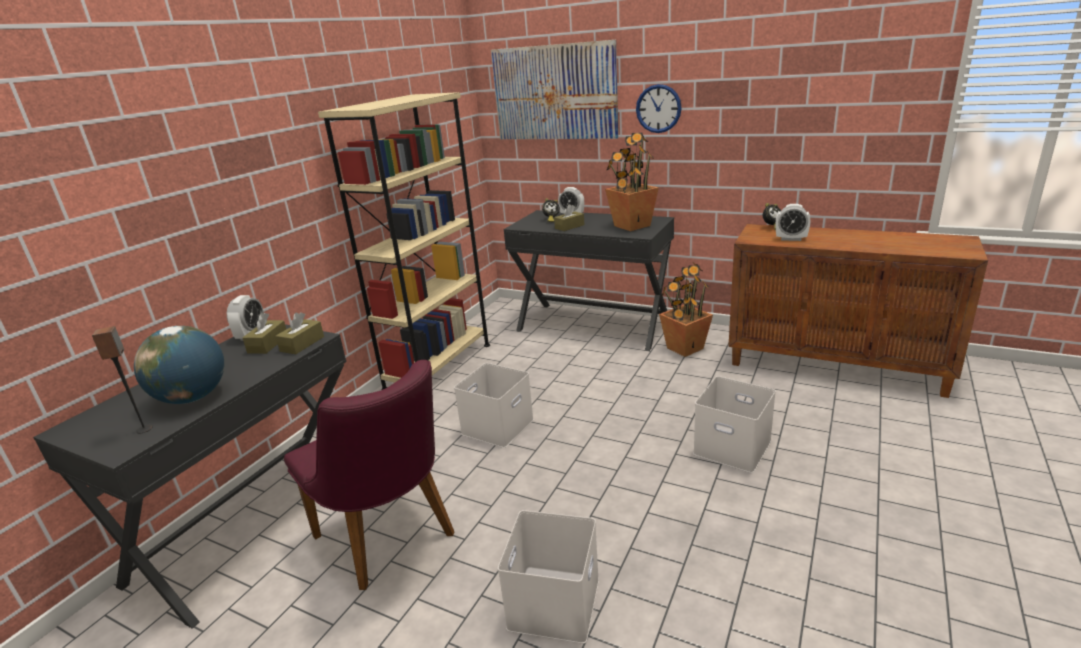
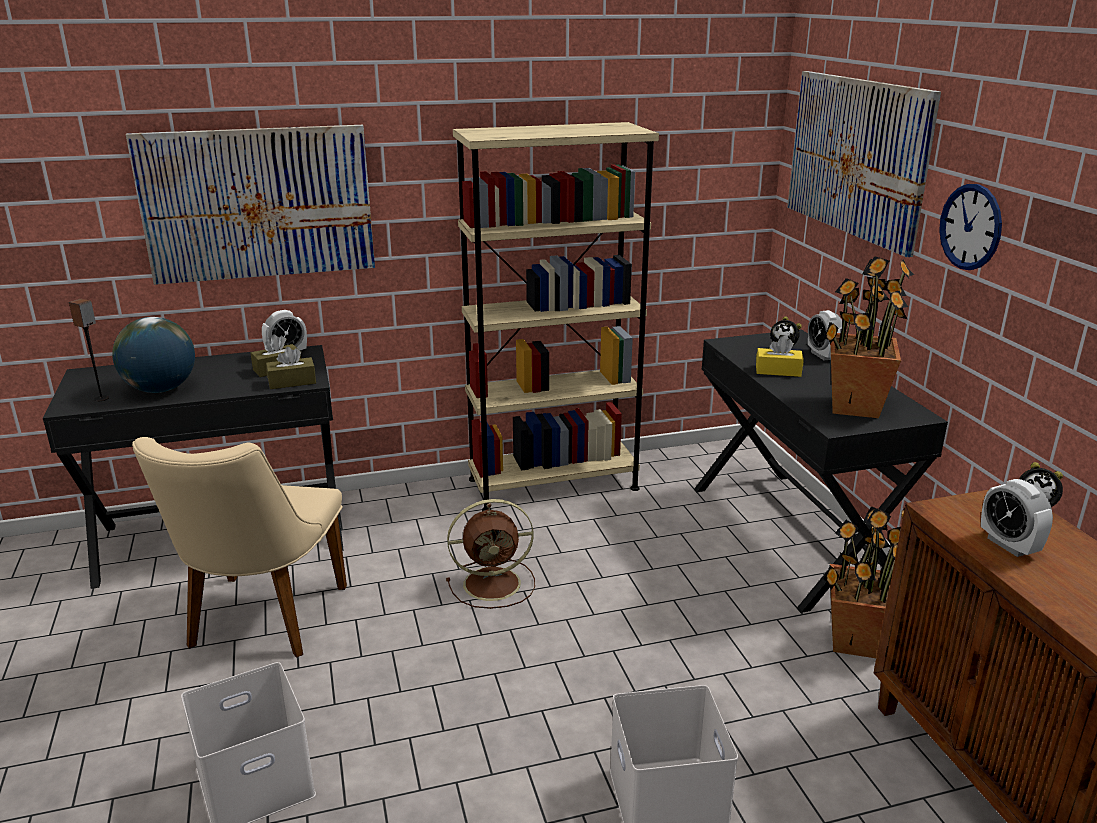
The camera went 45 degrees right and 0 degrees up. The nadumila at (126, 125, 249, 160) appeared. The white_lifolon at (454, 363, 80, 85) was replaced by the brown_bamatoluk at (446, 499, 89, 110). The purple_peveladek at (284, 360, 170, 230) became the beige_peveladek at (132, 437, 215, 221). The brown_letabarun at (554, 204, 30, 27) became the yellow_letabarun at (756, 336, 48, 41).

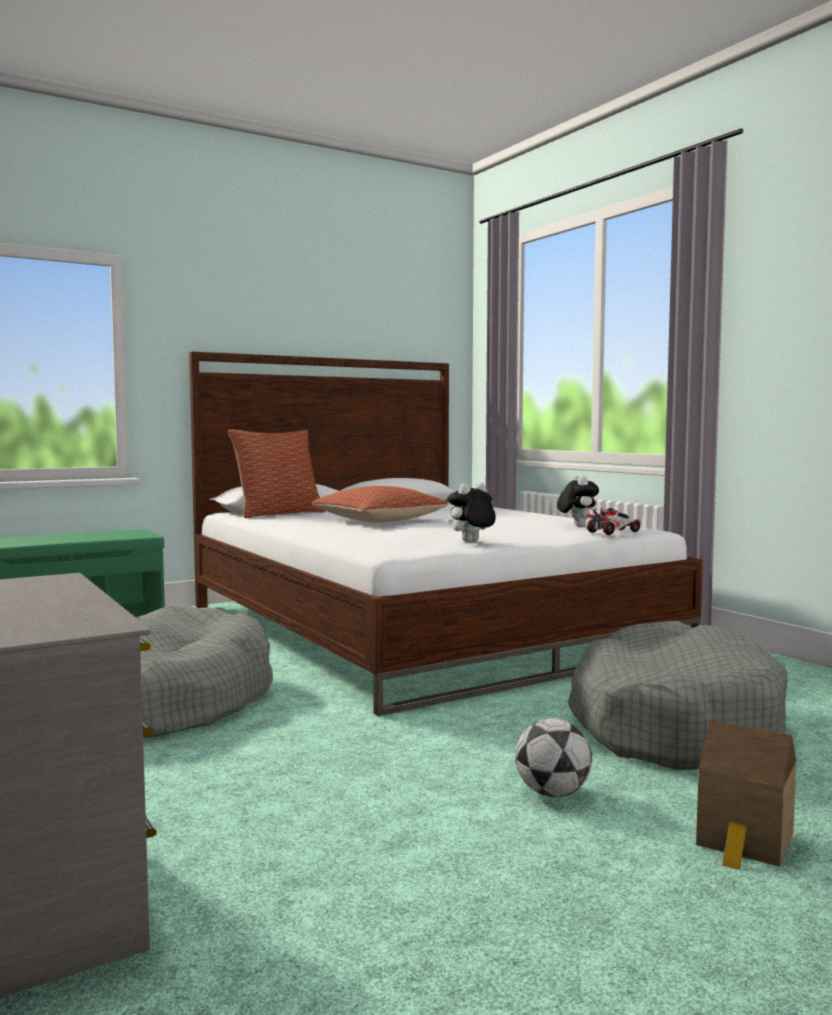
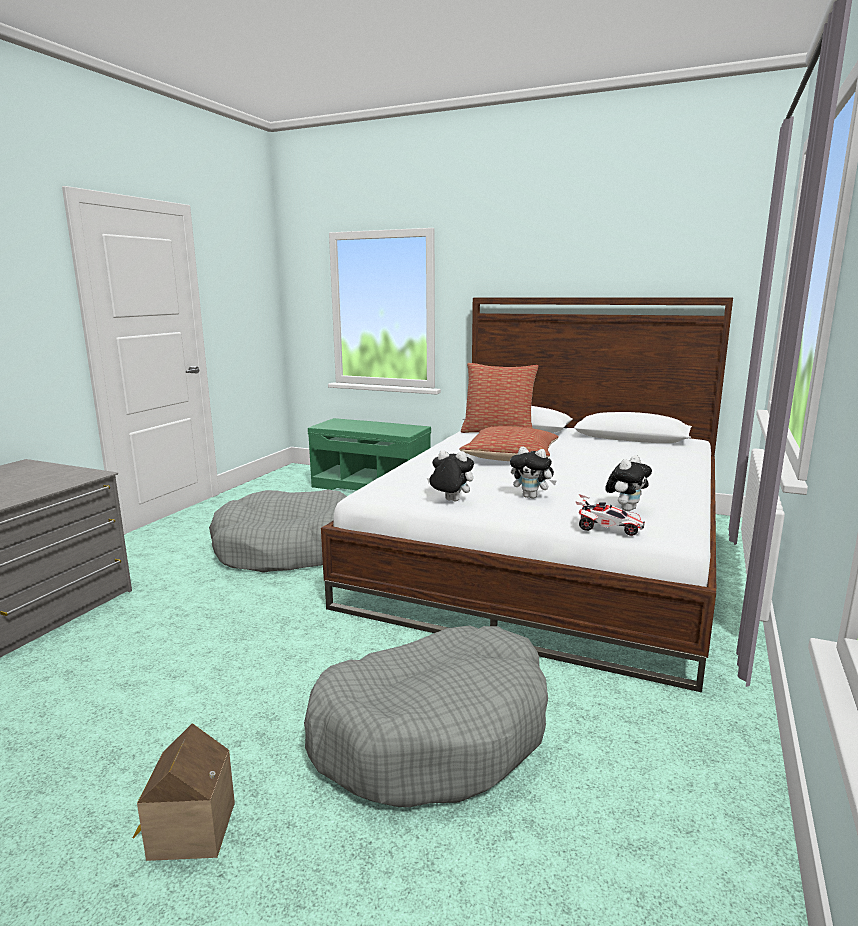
The camera went 55 degrees right and 10 degrees up. The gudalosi at (515, 718, 77, 79) disappeared. The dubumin at (510, 447, 47, 52) appeared.

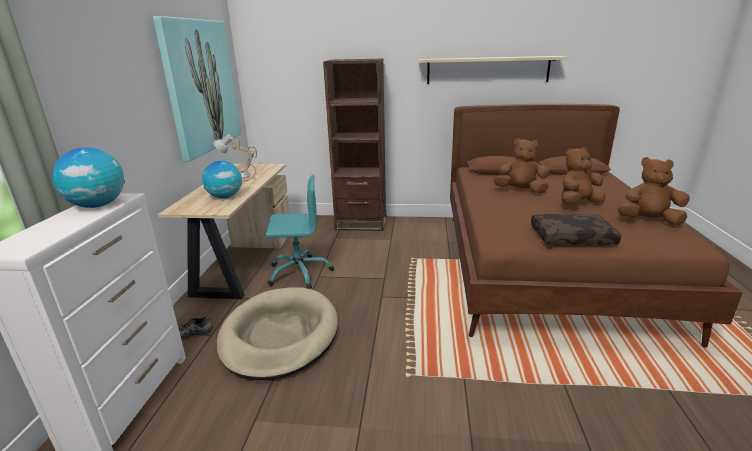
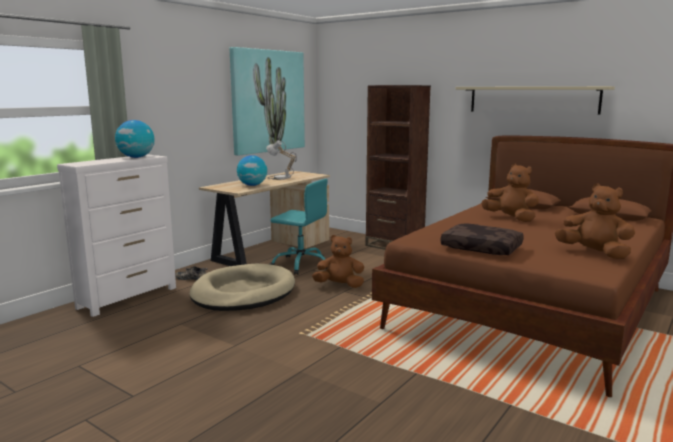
The camera went 30 degrees right and 10 degrees down. The brown_dubumin moved from (561, 147, 44, 58) to (312, 235, 52, 53).

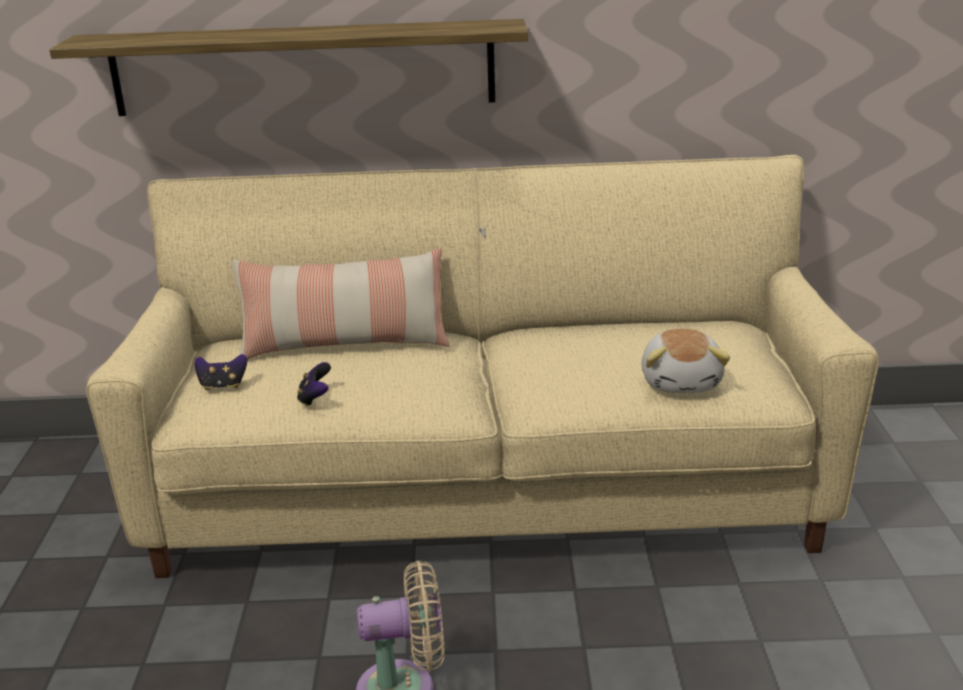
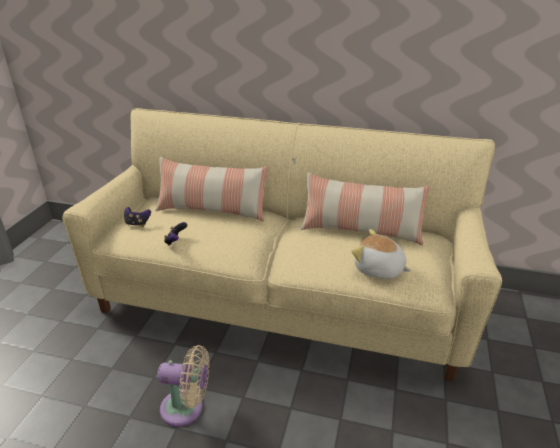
The camera went 15 degrees right and 5 degrees up. The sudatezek at (49, 19, 479, 97) disappeared. The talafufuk at (301, 172, 129, 73) appeared. The dubumin at (641, 329, 89, 64) turned 105 degrees clockwise.

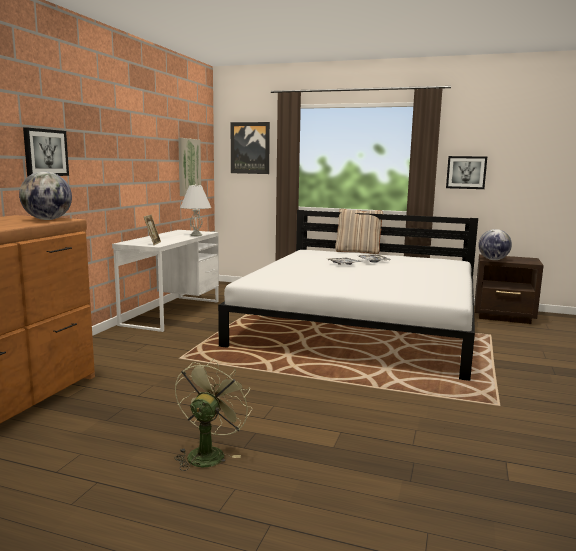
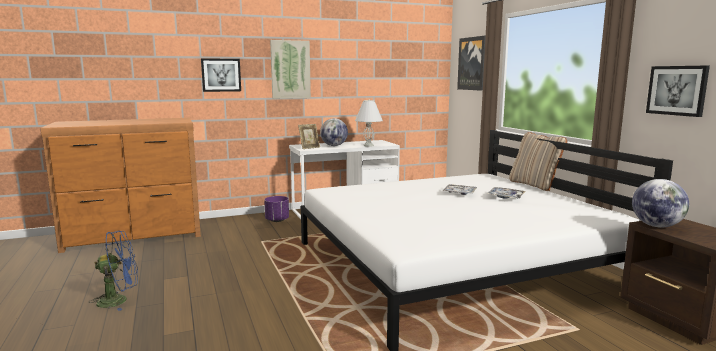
The camera went 50 degrees right and 0 degrees up. The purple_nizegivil at (264, 196, 25, 26) appeared. The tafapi moved from (19, 171, 53, 49) to (320, 118, 28, 28). The nadumila moved from (178, 138, 23, 58) to (270, 40, 41, 59). The green_bamatoluk at (174, 359, 78, 112) became the blue_bamatoluk at (88, 231, 50, 80).

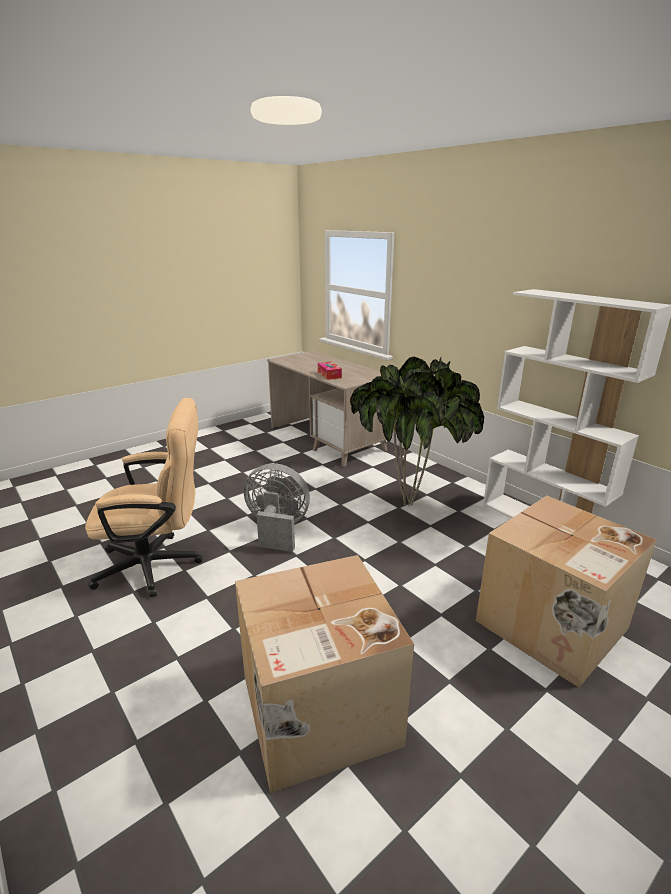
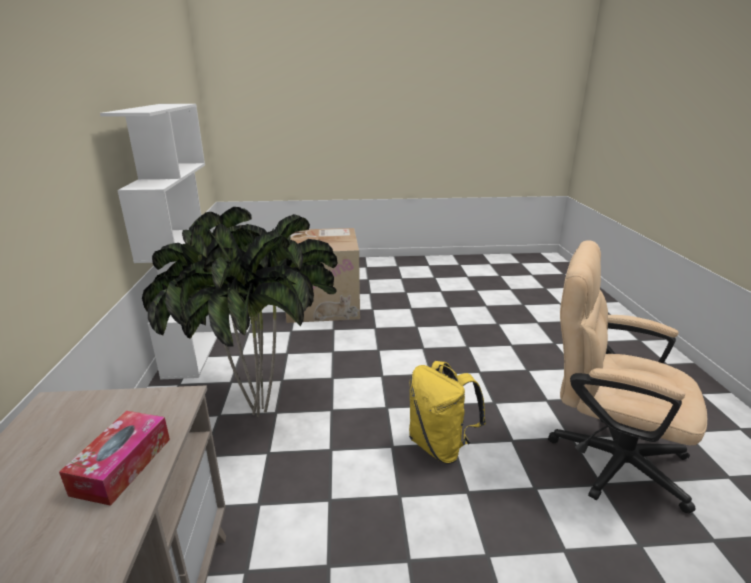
The camera went 145 degrees left and 0 degrees up. The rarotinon at (235, 555, 179, 238) disappeared. The grey_bamatoluk at (244, 463, 66, 89) was replaced by the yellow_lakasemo at (409, 361, 77, 103).

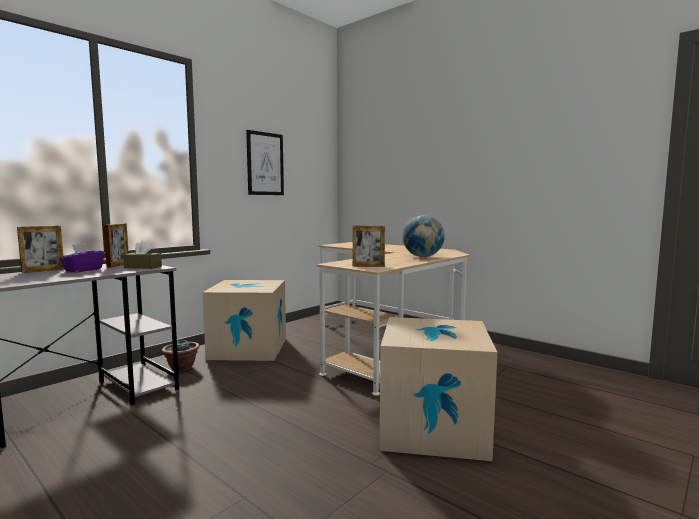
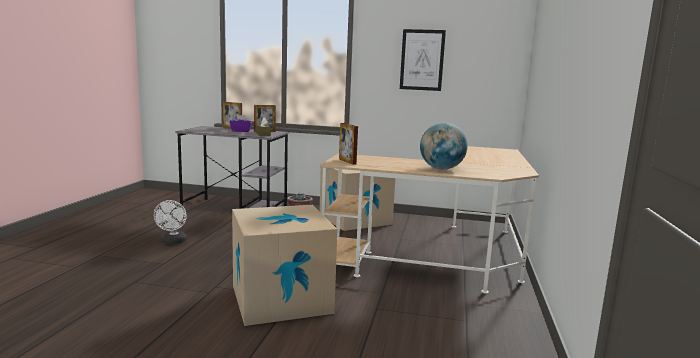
The camera went 60 degrees right and 5 degrees up. The white_bamatoluk at (154, 200, 33, 44) appeared.

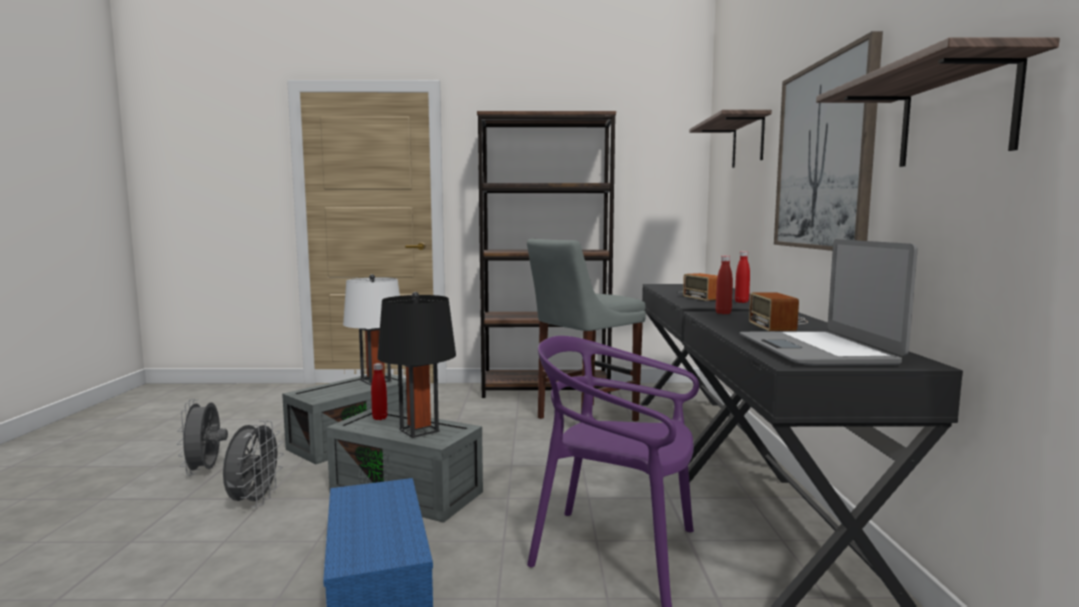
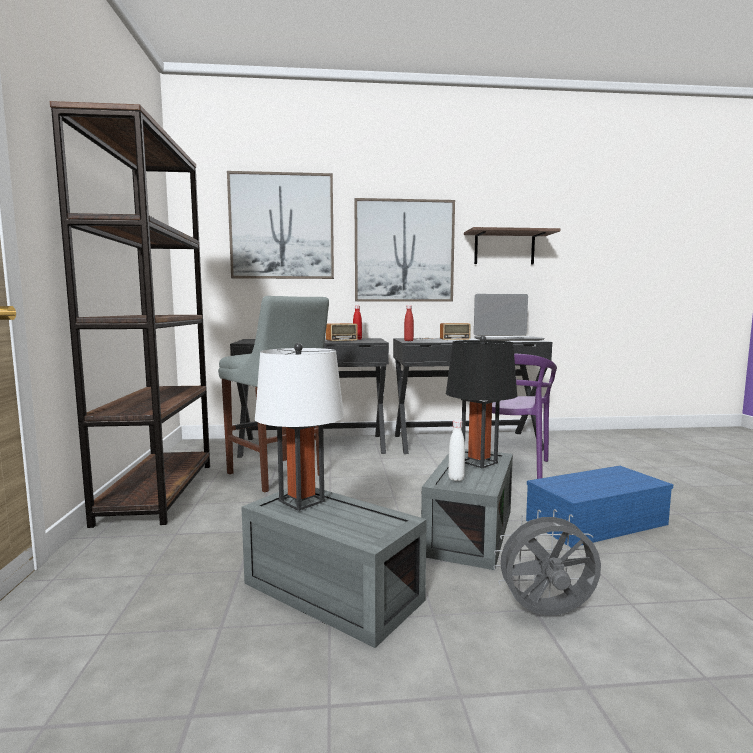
The camera went 95 degrees left and 0 degrees up. The grey_bamatoluk at (177, 399, 51, 77) disappeared. The sudatezek at (689, 110, 83, 58) was replaced by the nadumila at (227, 171, 107, 108). The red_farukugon at (371, 363, 17, 57) became the white_farukugon at (448, 420, 17, 61).

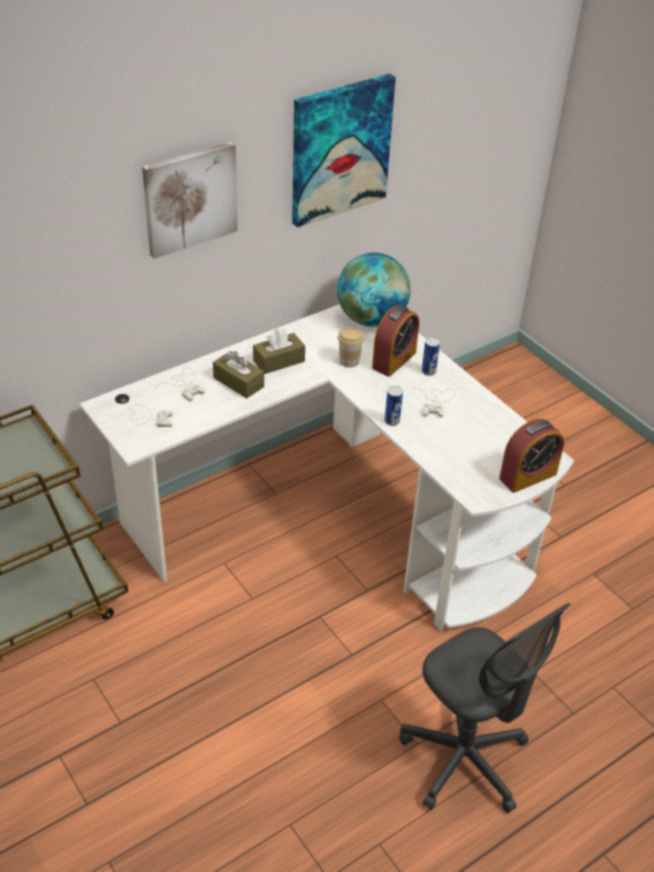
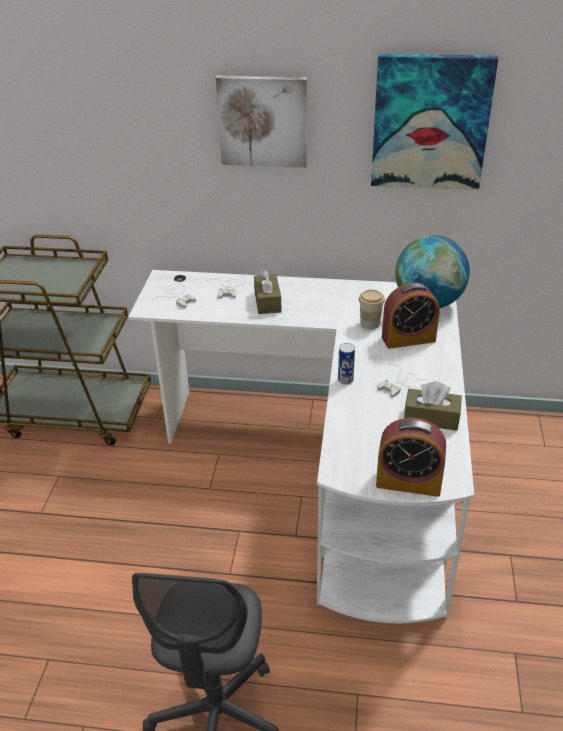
The camera went 45 degrees right and 5 degrees down. The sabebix at (422, 337, 18, 39) disappeared. The brown_letabarun moved from (253, 328, 52, 46) to (404, 381, 58, 50).

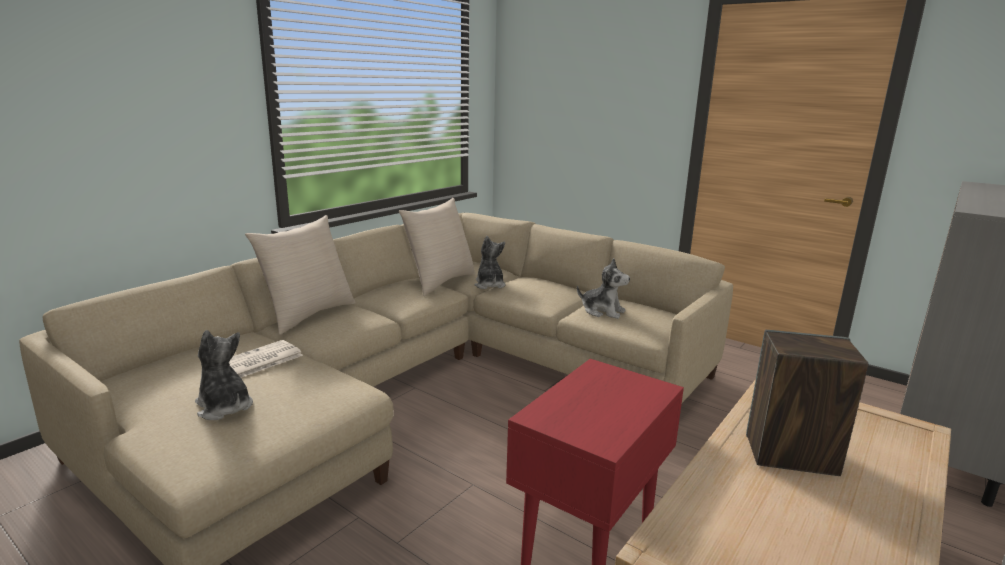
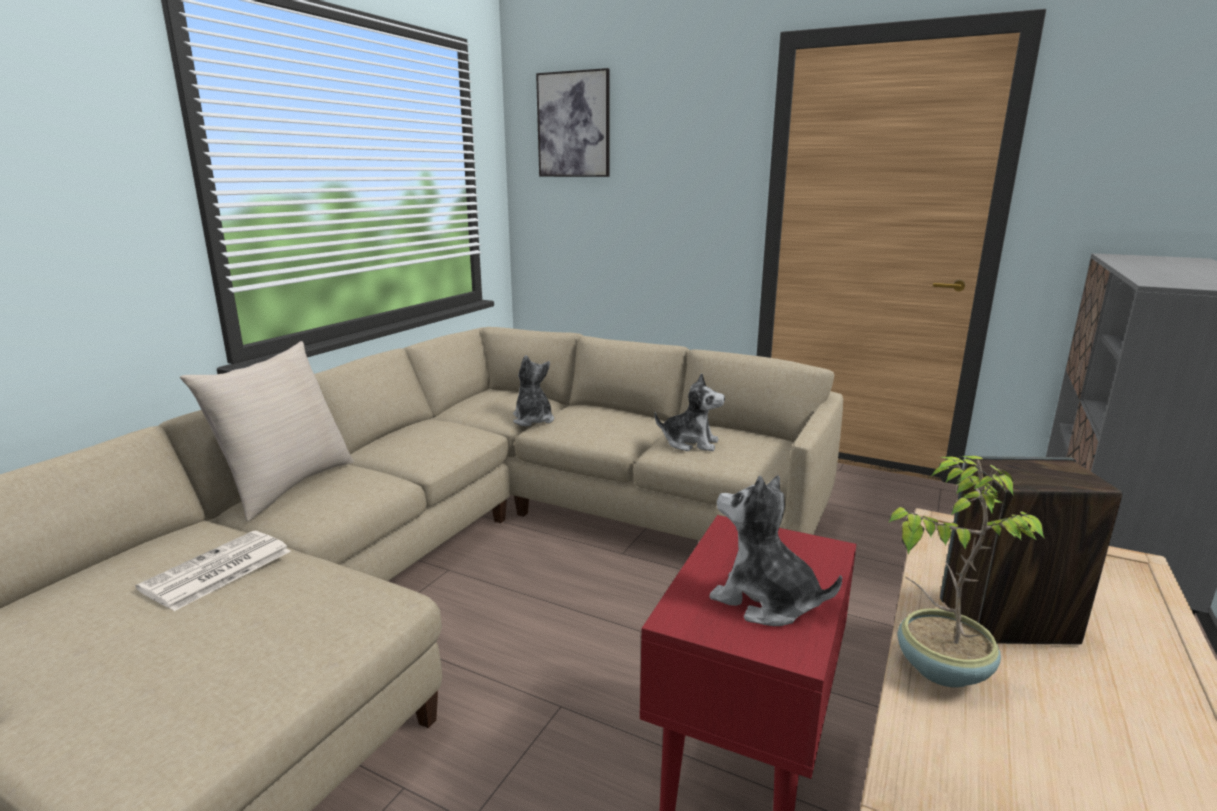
The camera went 10 degrees left and 0 degrees up. The beige_talafufuk at (399, 198, 76, 98) disappeared. The nadumila at (536, 68, 74, 109) appeared. The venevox at (888, 456, 157, 232) appeared. The dubumin moved from (195, 330, 58, 90) to (709, 475, 133, 151).

